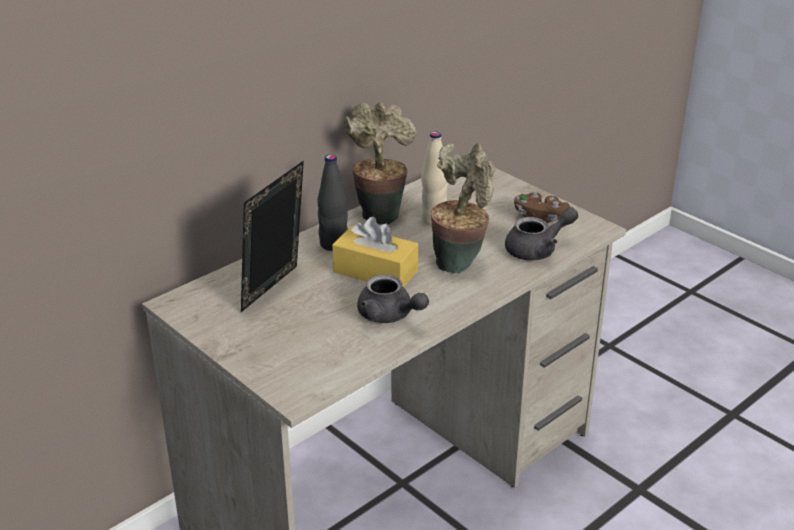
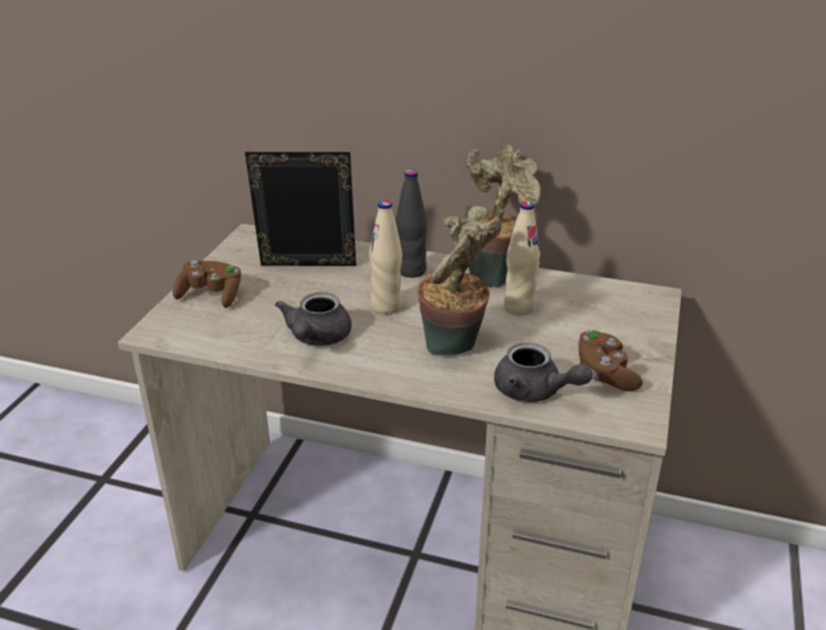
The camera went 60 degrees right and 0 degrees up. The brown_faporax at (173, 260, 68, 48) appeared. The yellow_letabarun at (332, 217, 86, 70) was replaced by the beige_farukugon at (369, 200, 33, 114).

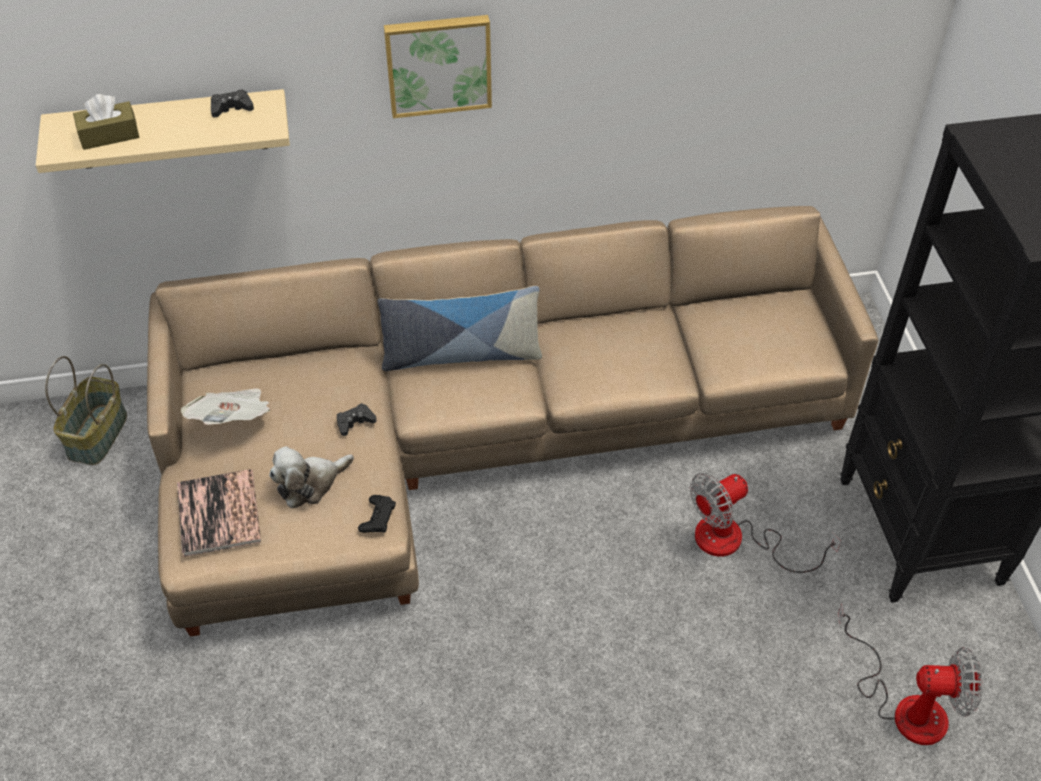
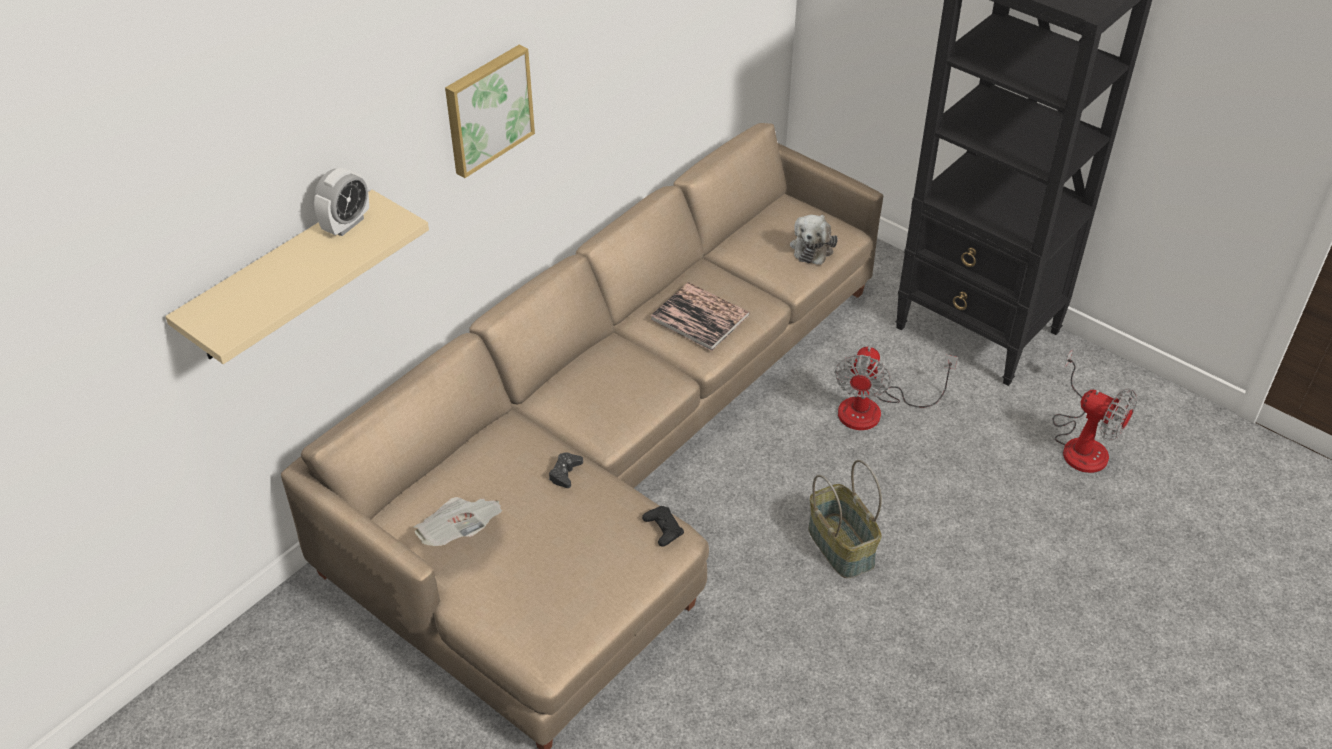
The camera went 40 degrees left and 5 degrees down. The brown_letabarun at (73, 94, 66, 56) disappeared. The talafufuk at (378, 286, 164, 85) disappeared. The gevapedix moved from (45, 356, 82, 109) to (808, 460, 74, 118). The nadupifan moved from (177, 469, 84, 88) to (650, 282, 100, 69). The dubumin moved from (269, 446, 85, 62) to (790, 215, 48, 50). The black_faporax at (211, 89, 43, 29) was replaced by the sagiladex at (314, 167, 55, 69). The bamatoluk at (838, 603, 145, 142) turned 75 degrees clockwise.

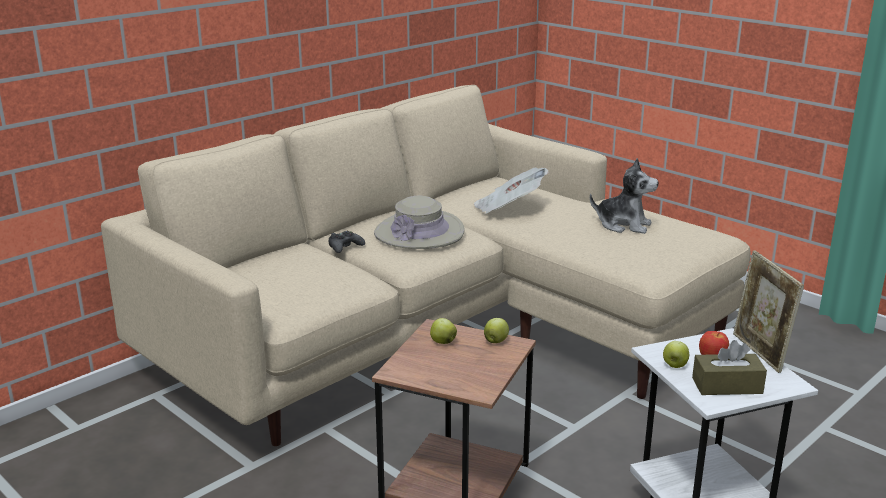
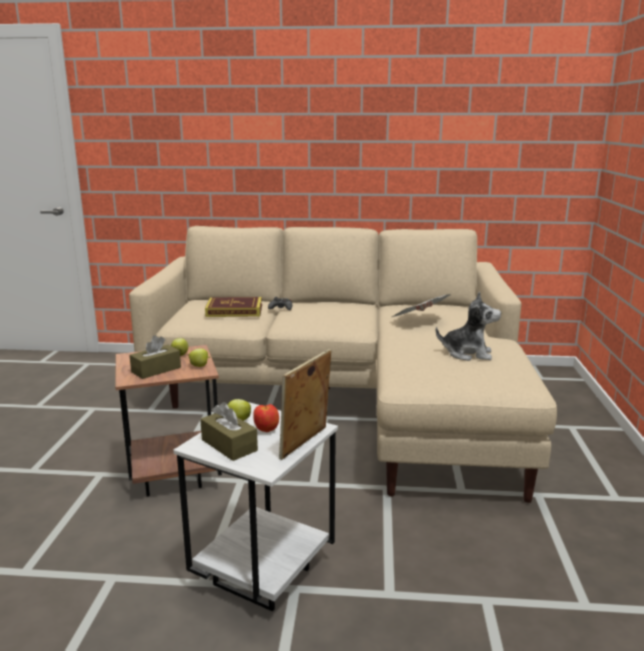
The camera went 50 degrees right and 5 degrees down. The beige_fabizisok at (374, 196, 91, 53) disappeared. The brown_letabarun at (129, 335, 52, 44) appeared. The nadupifan at (205, 297, 57, 20) appeared. The dubumin at (590, 158, 68, 76) turned 60 degrees counterclockwise.

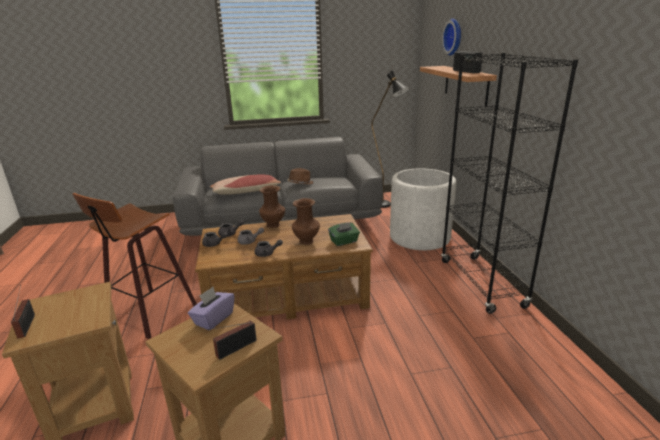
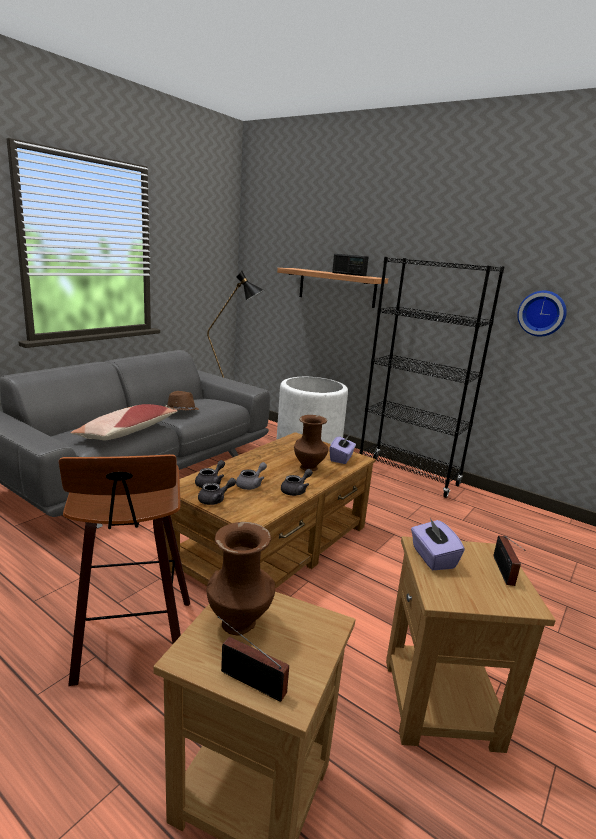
The camera went 45 degrees left and 5 degrees down. The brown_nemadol moved from (259, 185, 26, 43) to (207, 522, 68, 114). The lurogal moved from (442, 18, 19, 37) to (517, 291, 50, 46). The green_letabarun at (328, 222, 32, 24) became the purple_letabarun at (330, 436, 26, 28).

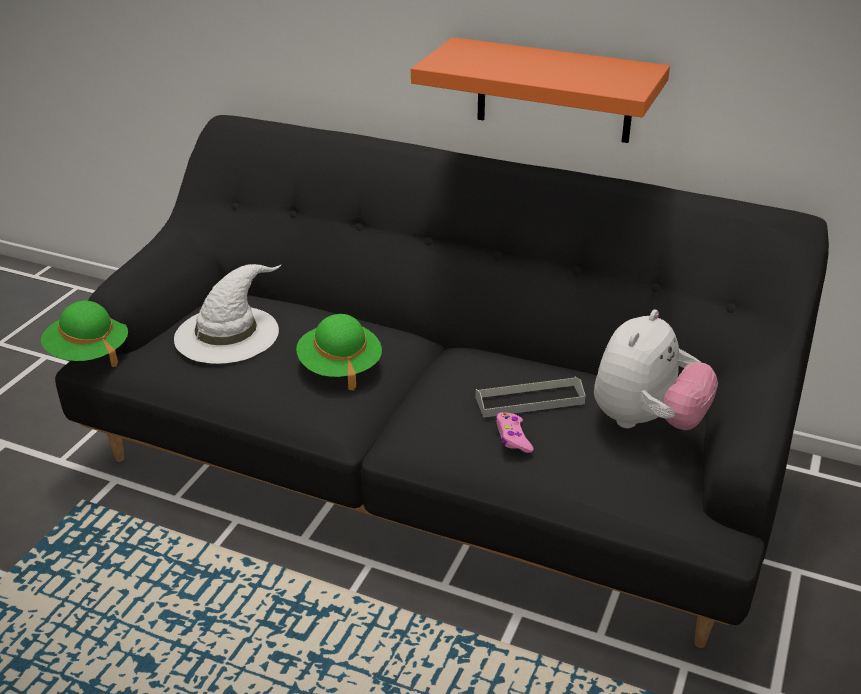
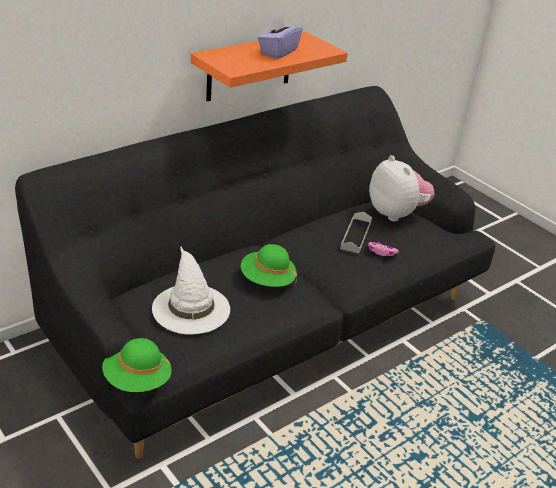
The camera went 65 degrees left and 0 degrees up. The purple_letabarun at (258, 16, 44, 43) appeared.

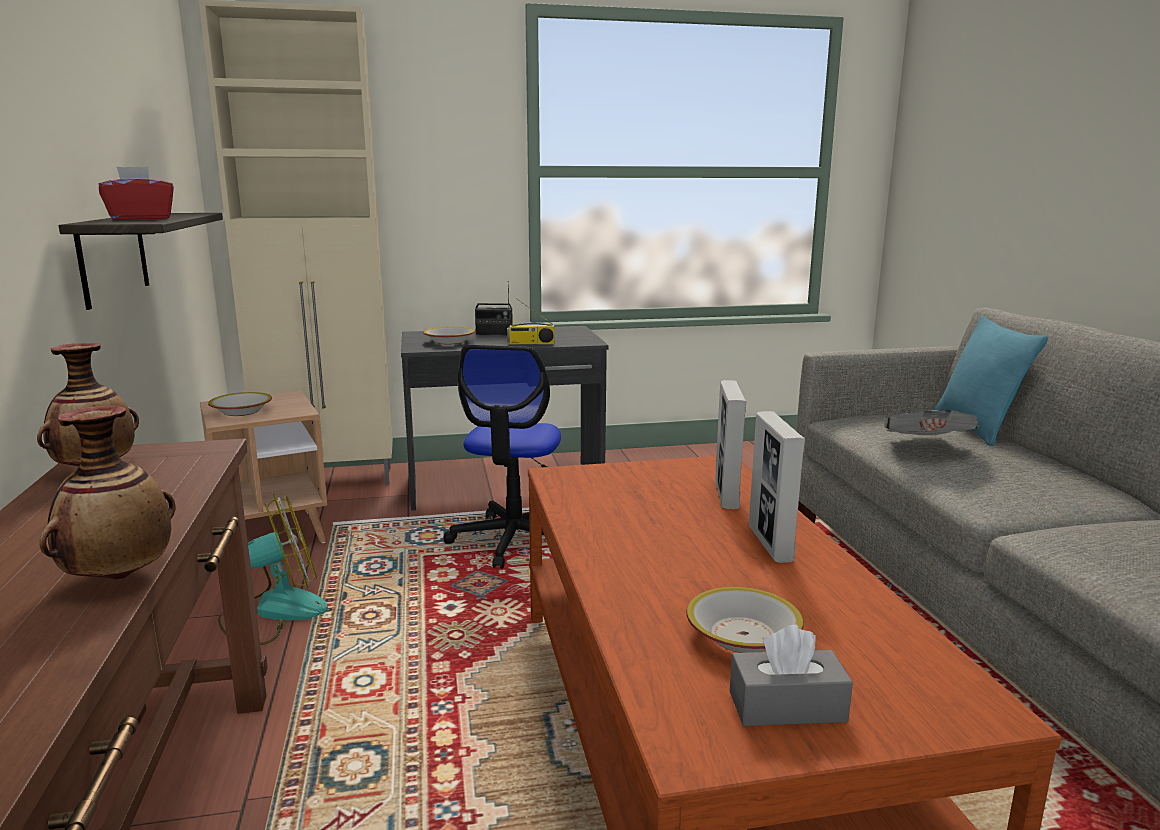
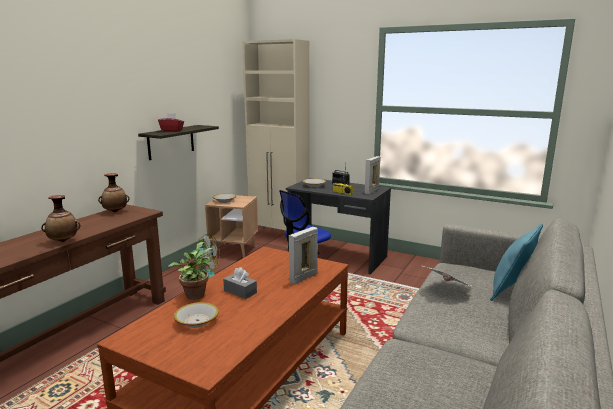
The camera went 40 degrees right and 0 degrees up. The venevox at (168, 242, 45, 58) appeared. The grey_letabarun moved from (730, 625, 123, 101) to (223, 267, 34, 32). The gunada moved from (749, 411, 56, 152) to (365, 156, 16, 38).

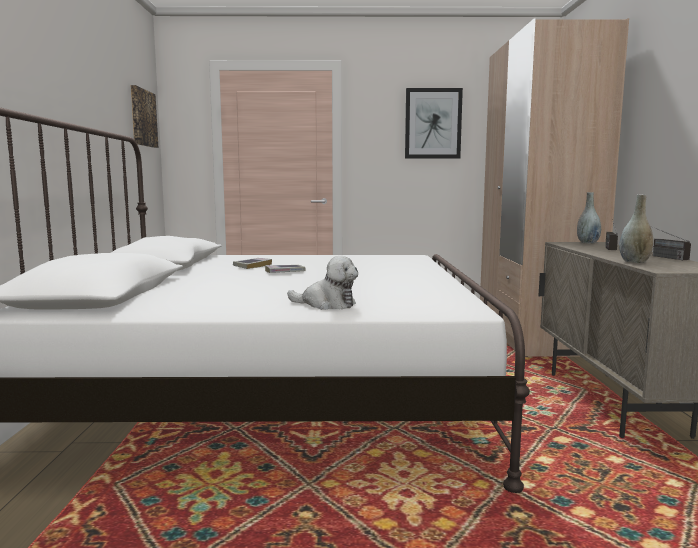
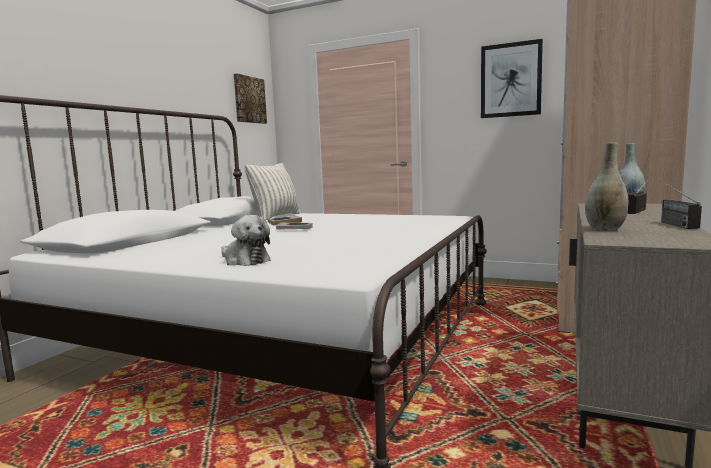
The camera went 25 degrees right and 0 degrees up. The talafufuk at (244, 163, 57, 57) appeared.

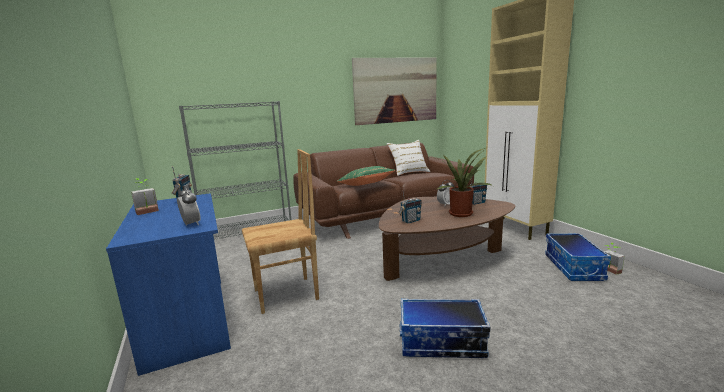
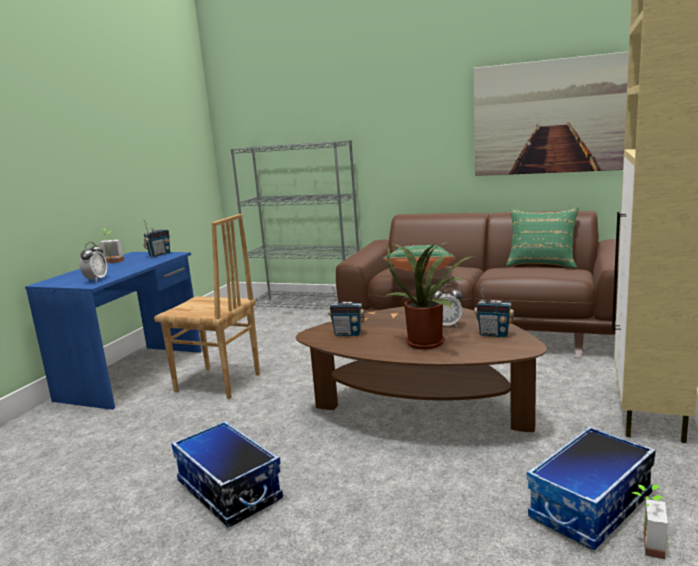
The camera went 45 degrees right and 0 degrees up. The white_talafufuk at (387, 140, 43, 36) became the green_talafufuk at (506, 207, 73, 62).

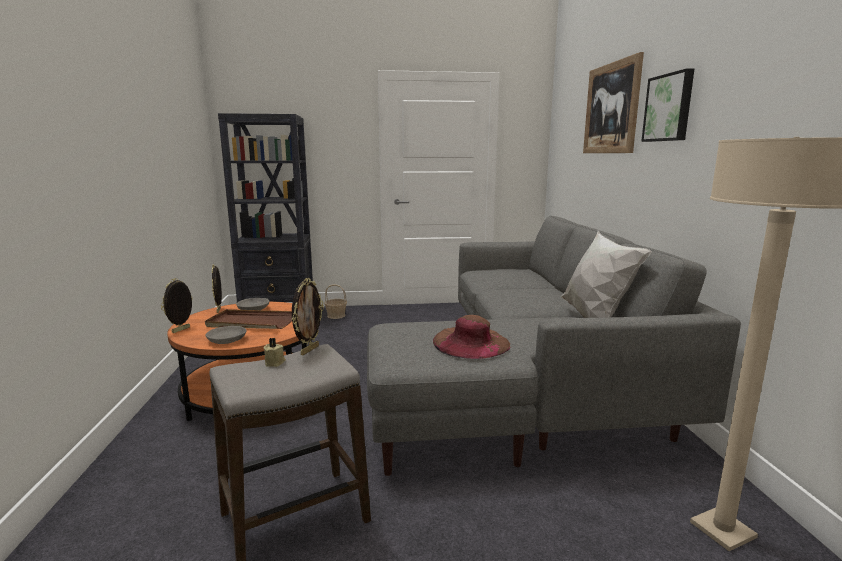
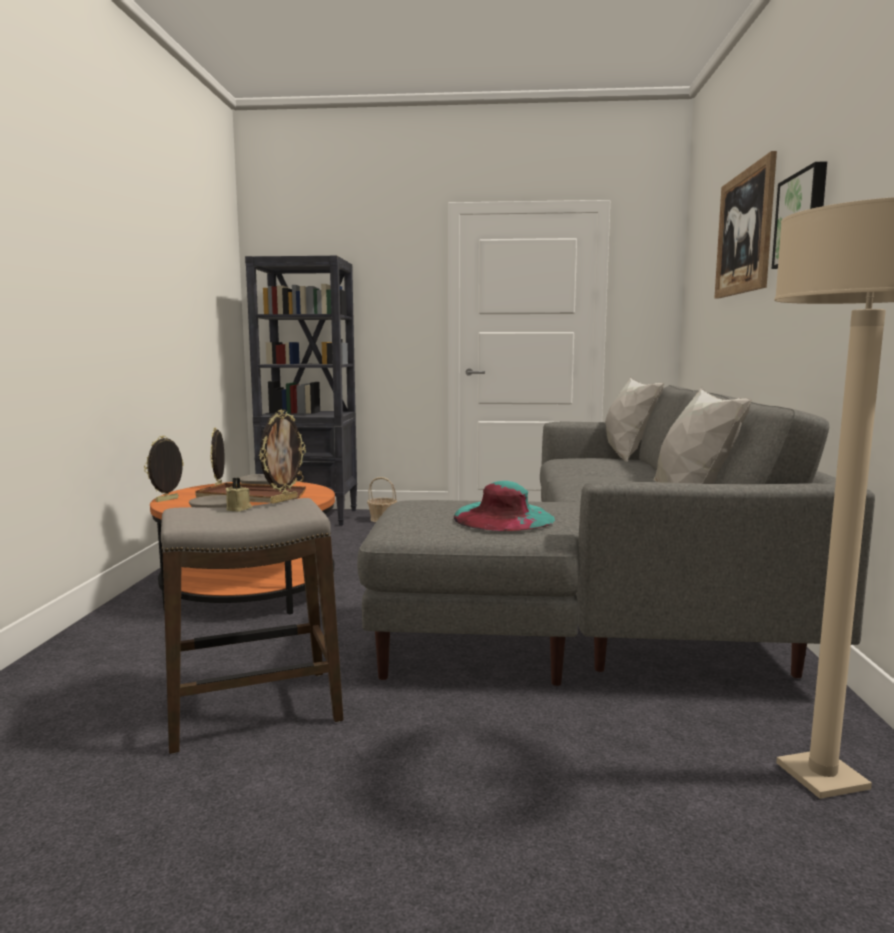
The camera went 10 degrees right and 5 degrees down. The white_talafufuk at (605, 376, 59, 86) appeared. The brown_fabizisok at (433, 315, 77, 44) became the turquoise_fabizisok at (453, 481, 102, 50).

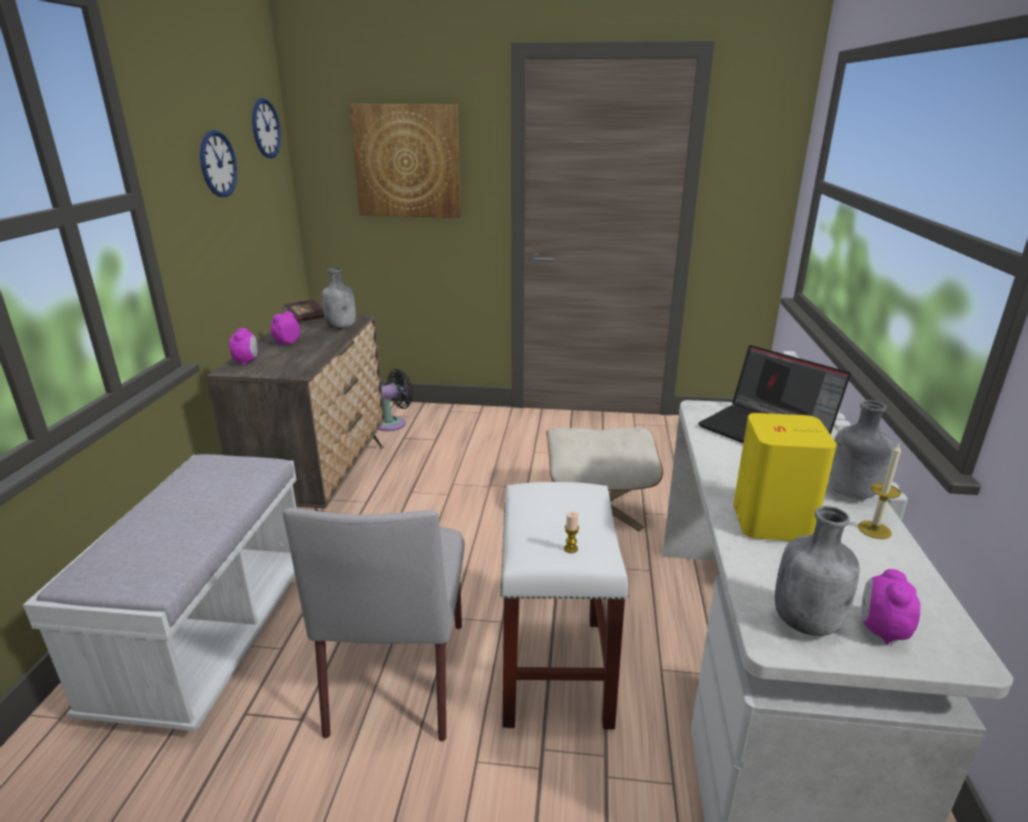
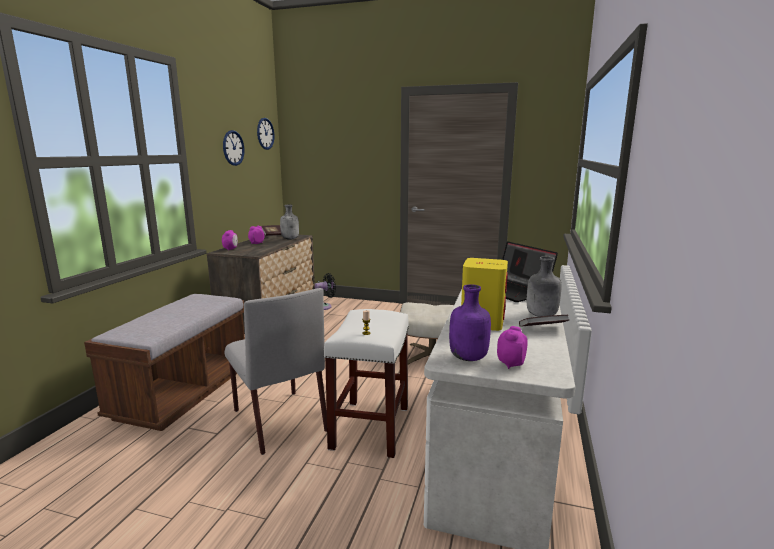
The camera went 10 degrees right and 10 degrees down. The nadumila at (349, 104, 112, 114) disappeared. The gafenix at (858, 442, 43, 97) was replaced by the nadupifan at (519, 315, 50, 12). The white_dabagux at (23, 454, 274, 277) became the brown_dabagux at (84, 294, 161, 137). The grey_farukugon at (775, 506, 85, 130) became the purple_farukugon at (449, 284, 42, 77). The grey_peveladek at (282, 508, 183, 233) turned 45 degrees counterclockwise.

